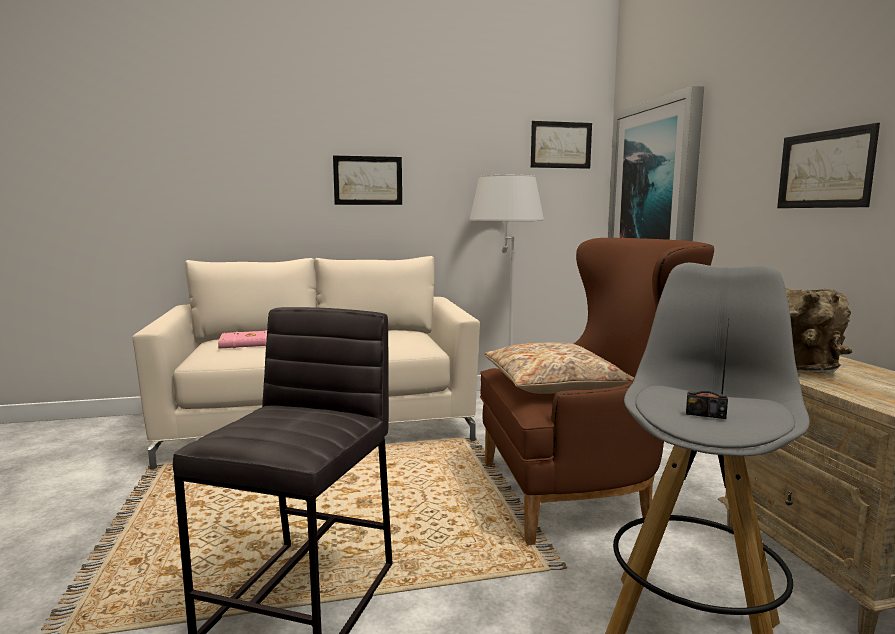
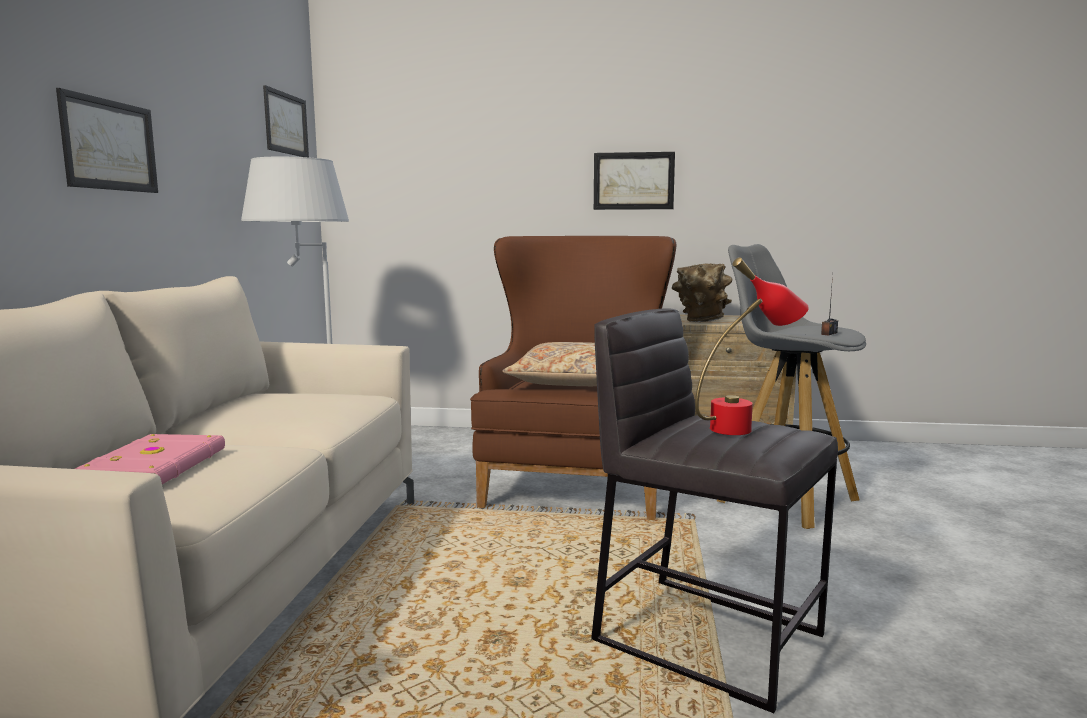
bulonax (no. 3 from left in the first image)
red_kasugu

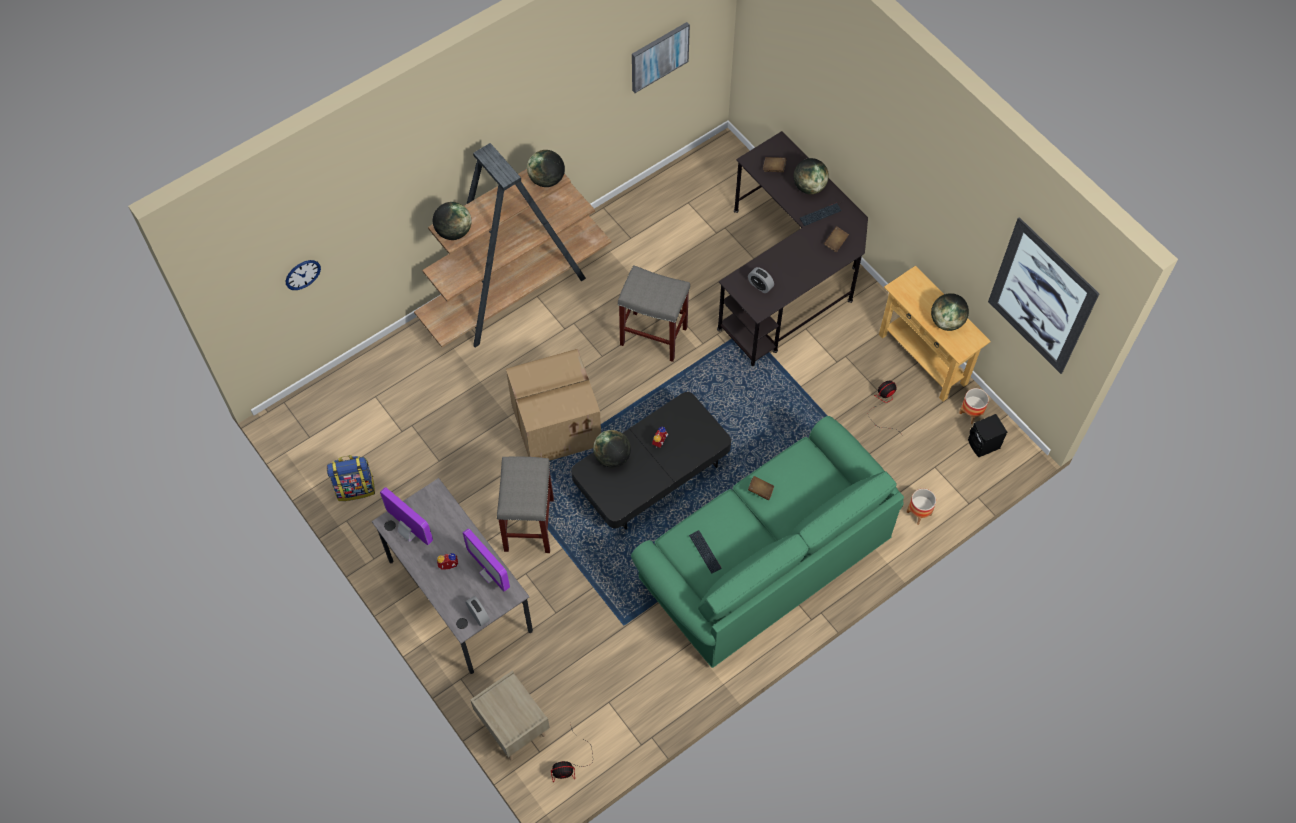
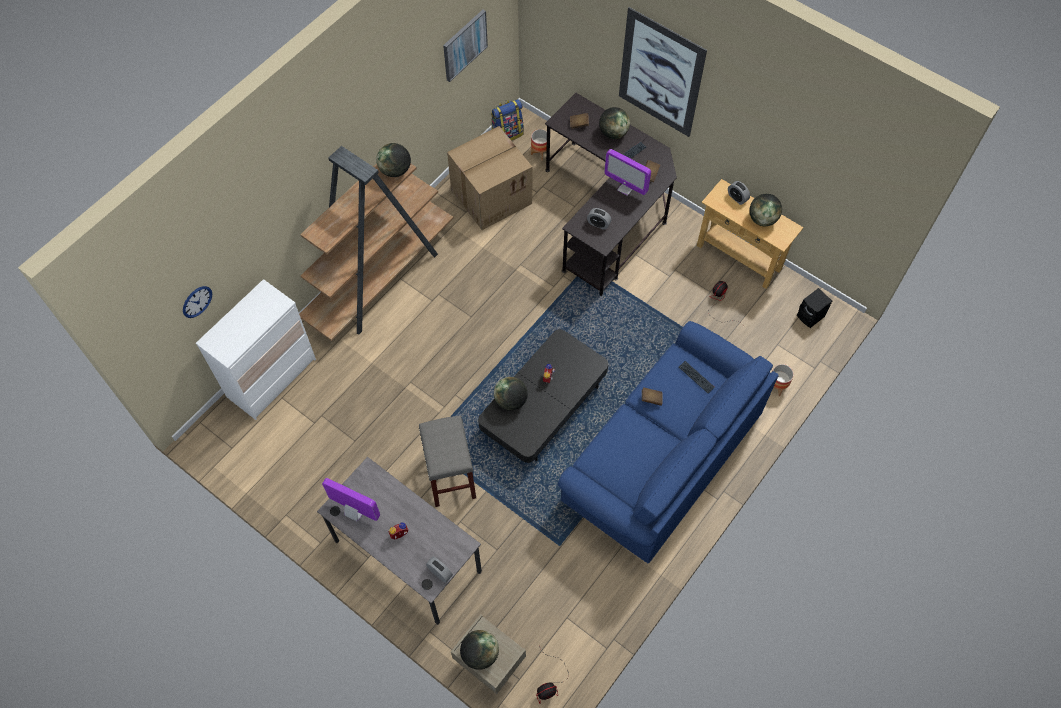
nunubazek (no. 2 from left)
bulonax (no. 2 from left)
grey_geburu (no. 2 from left in the first image)
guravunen
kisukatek (no. 1 from left)
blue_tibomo
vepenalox
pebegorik (no. 2 from left)
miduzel (no. 2 from left)
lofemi (no. 5 from left)
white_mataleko

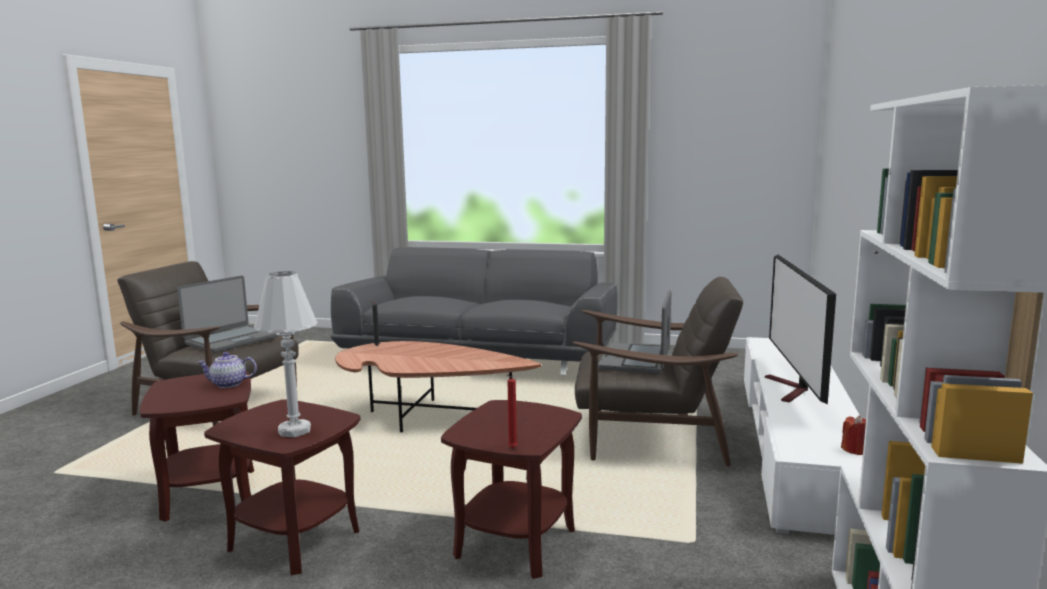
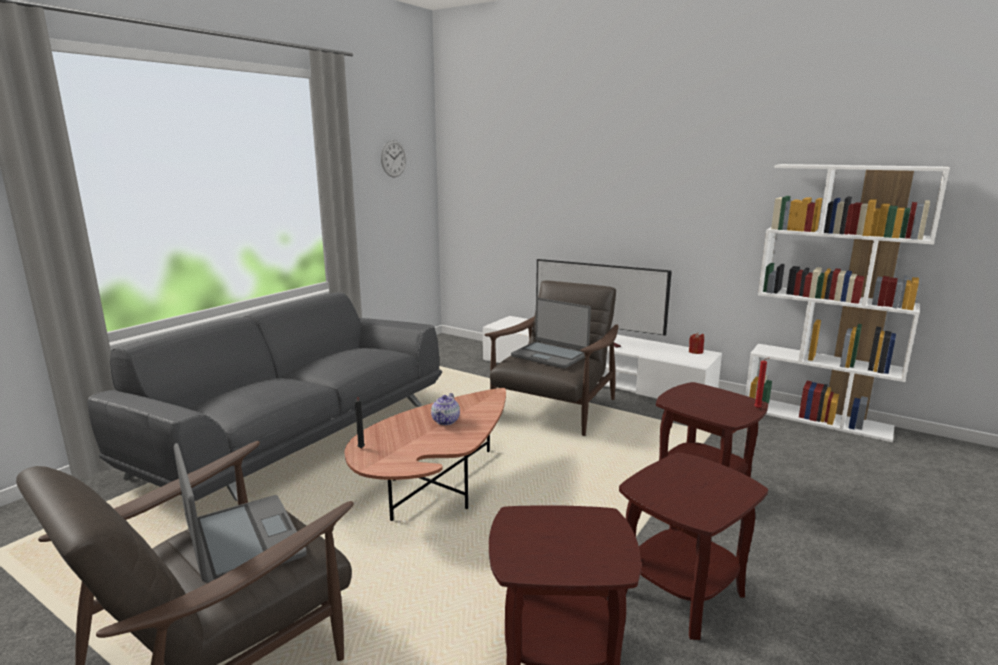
white_kasugu
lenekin
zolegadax

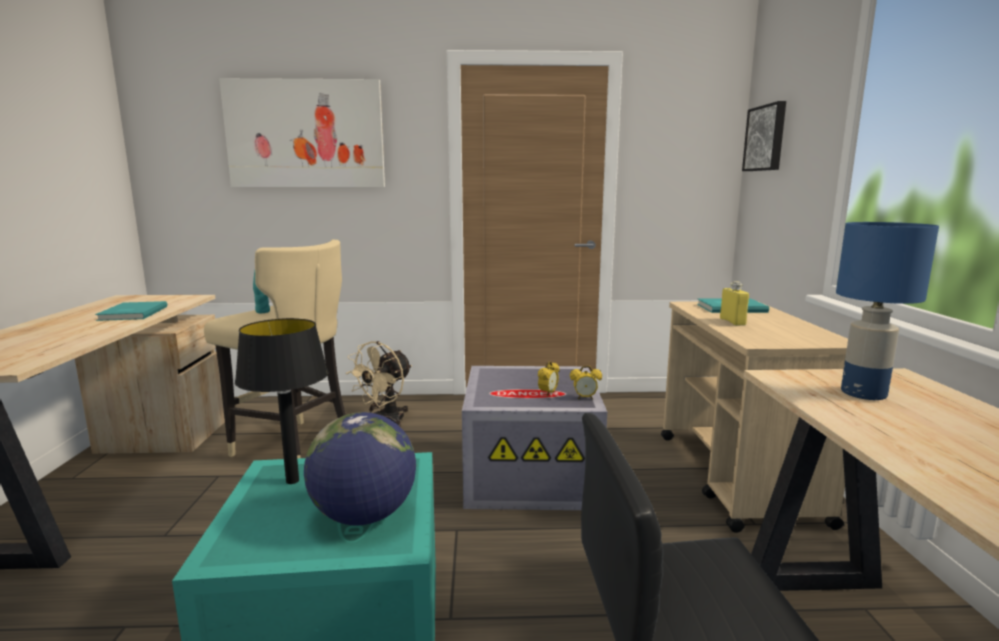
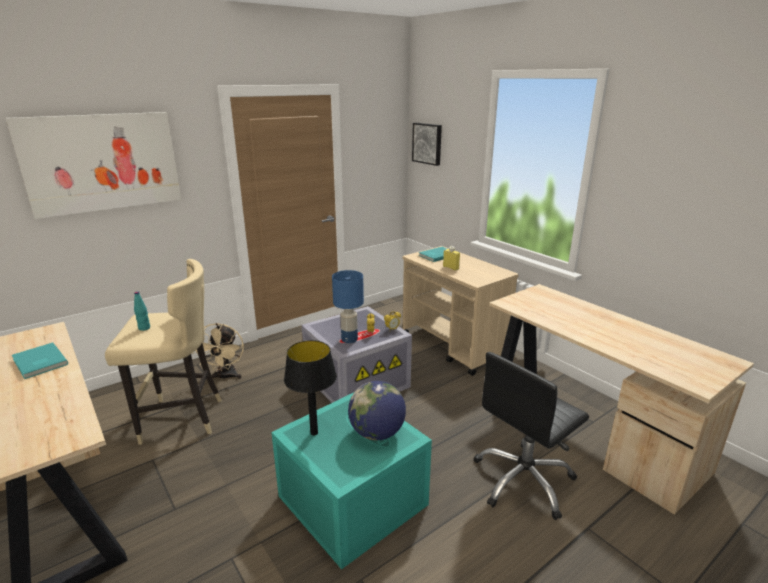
blue_kasugu

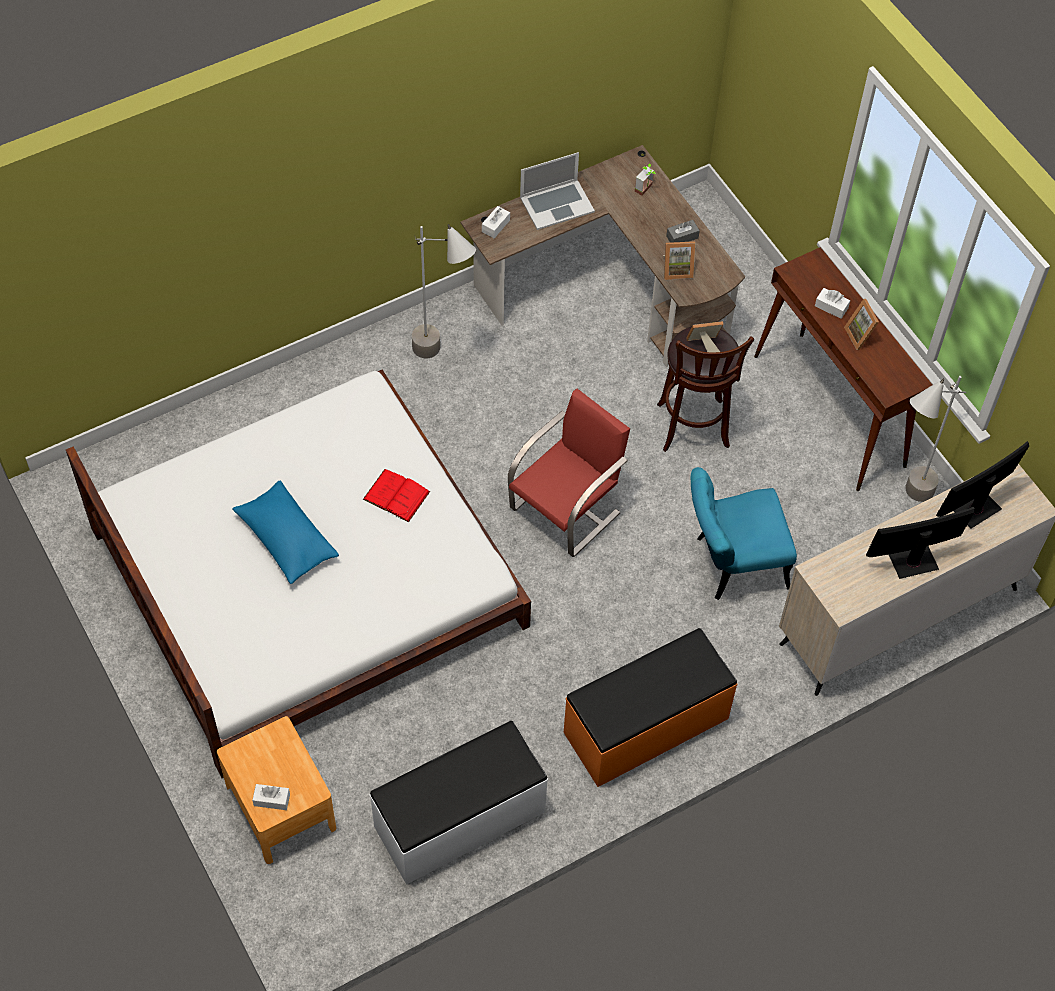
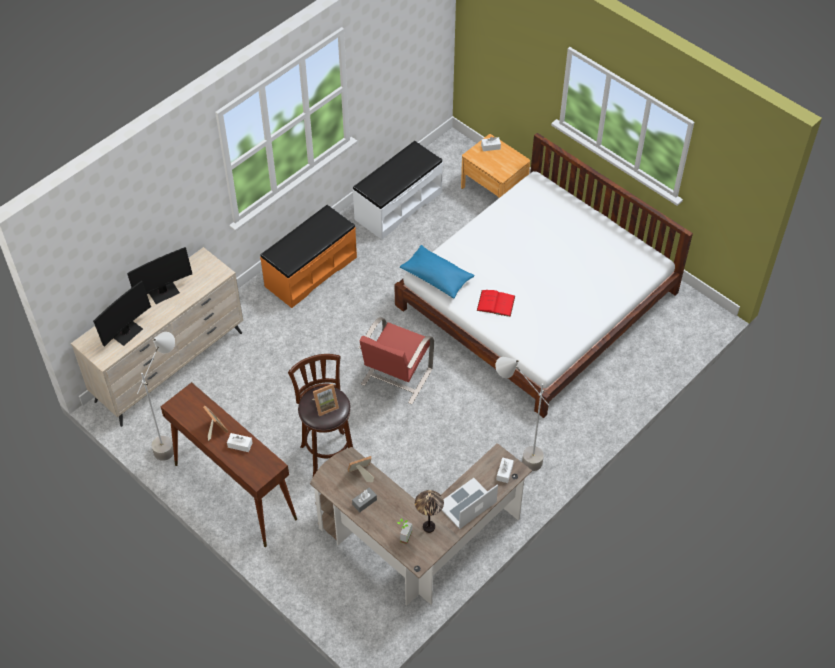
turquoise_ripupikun
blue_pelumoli
kasugu

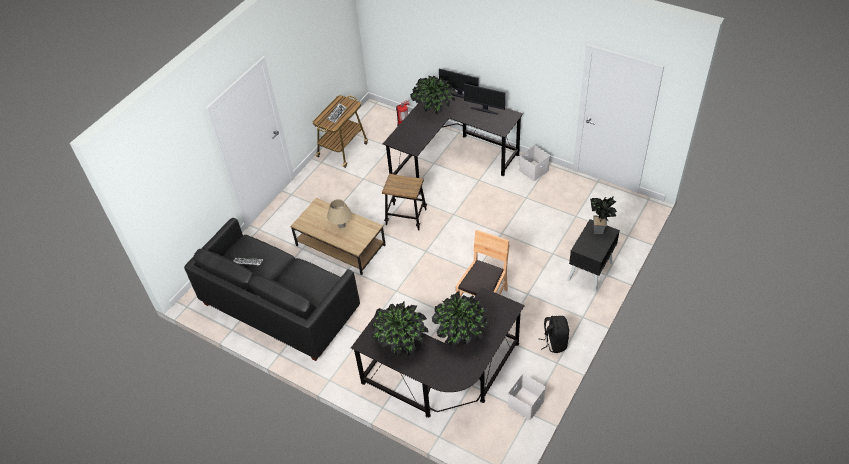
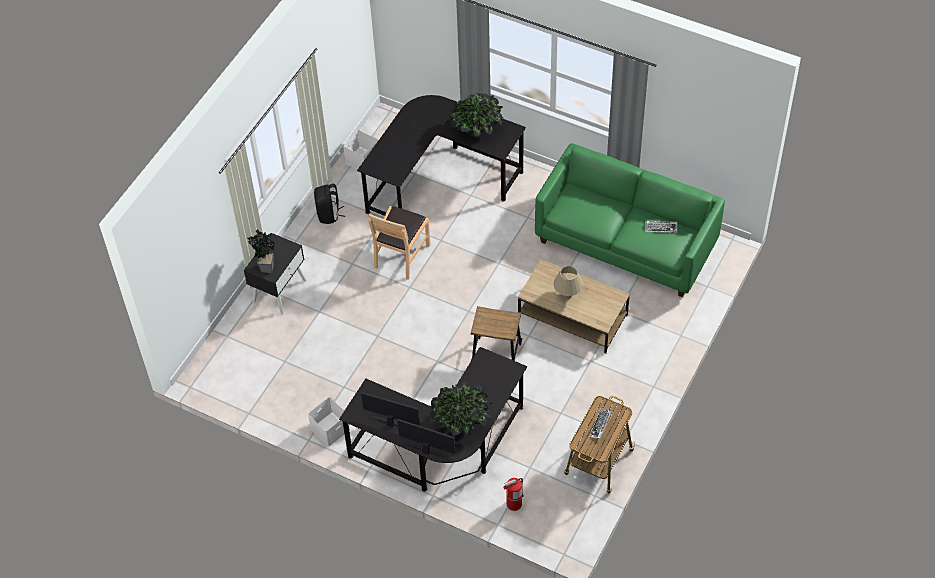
green_tibomo
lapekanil (no. 3 from left in the first image)

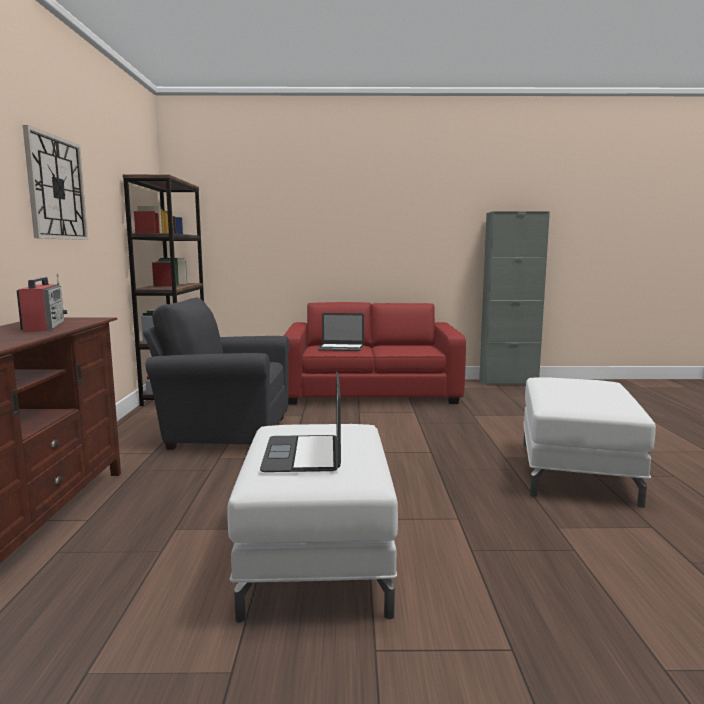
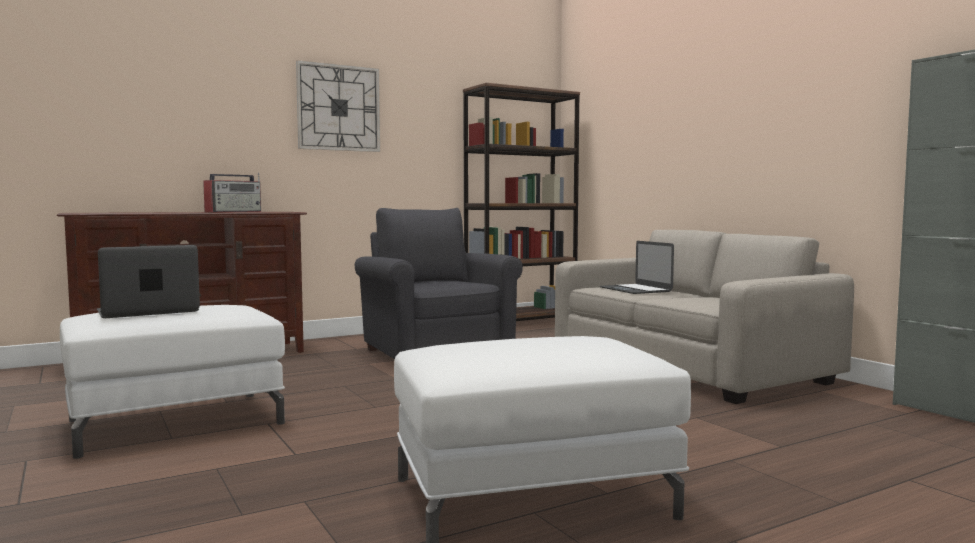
beige_tibomo

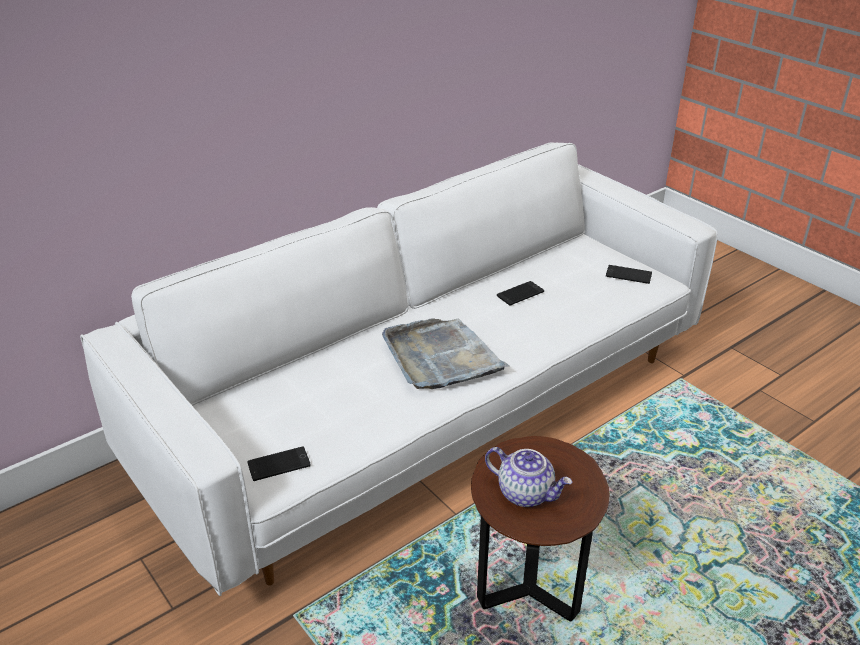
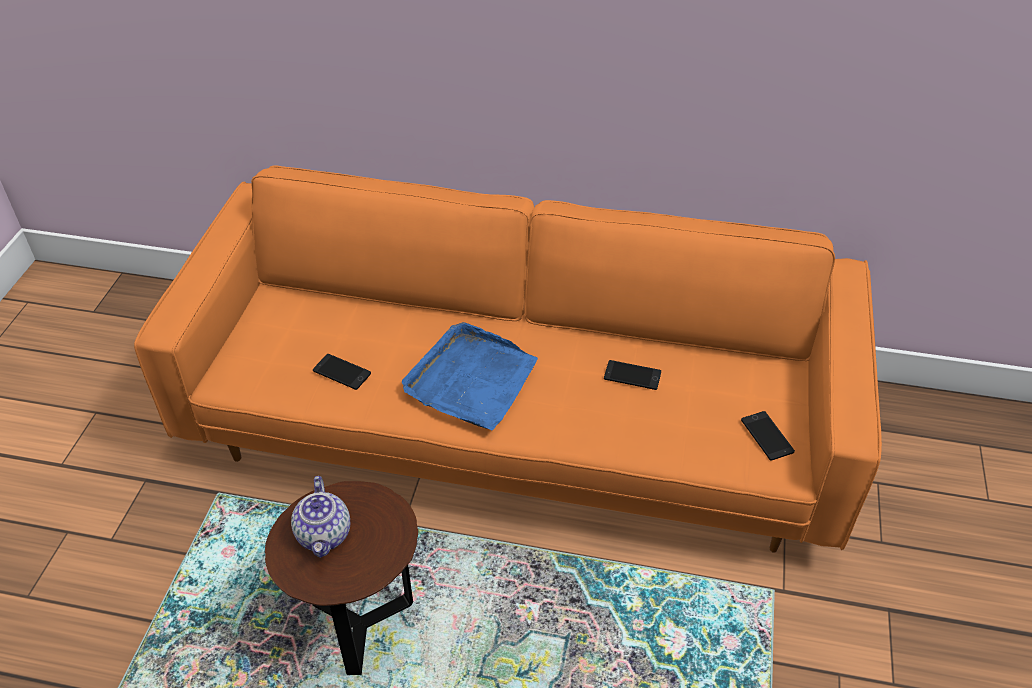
orange_tibomo
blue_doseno
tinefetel (no. 1 from left)

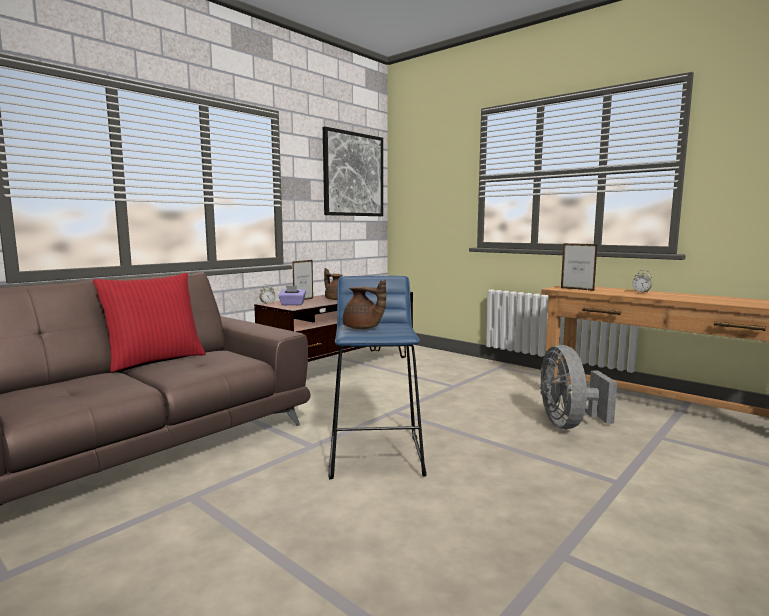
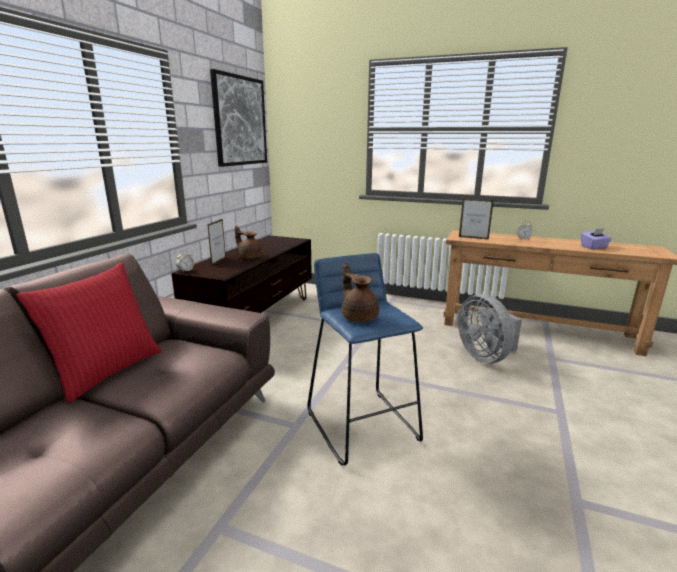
brown_lenekin (no. 2 from left)
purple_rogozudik

